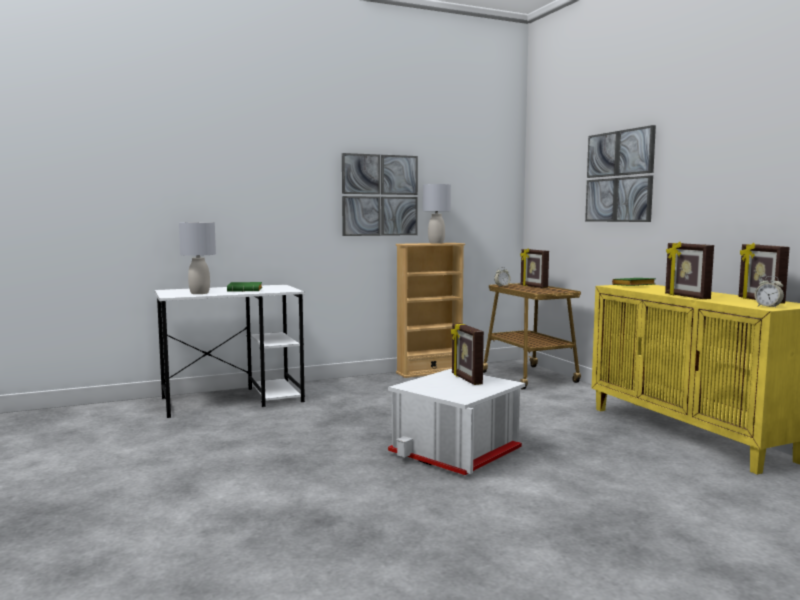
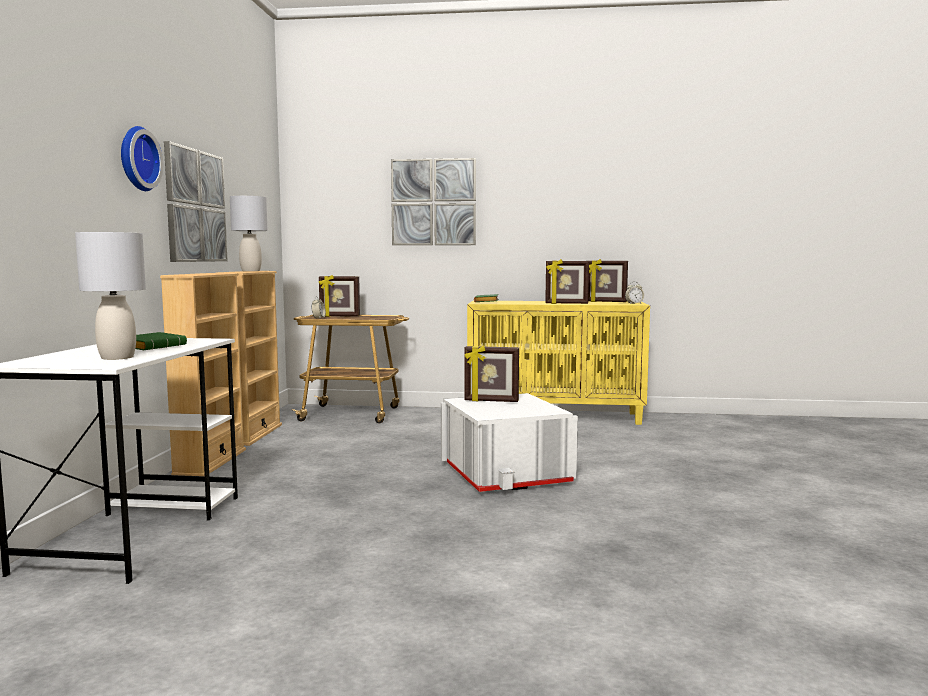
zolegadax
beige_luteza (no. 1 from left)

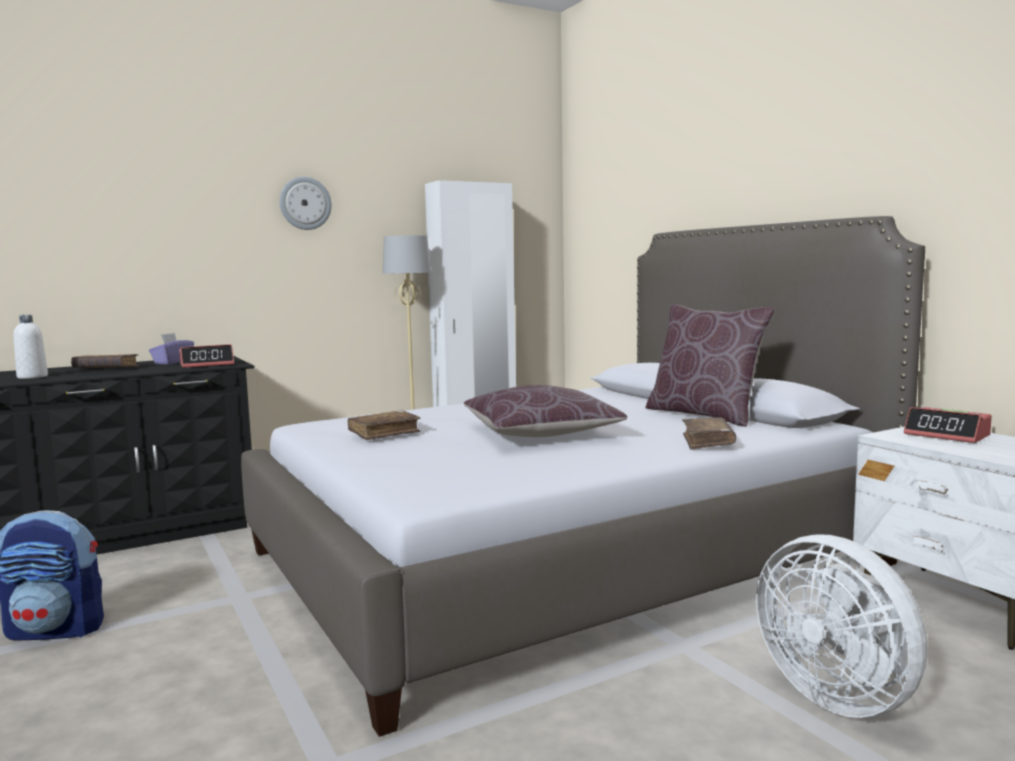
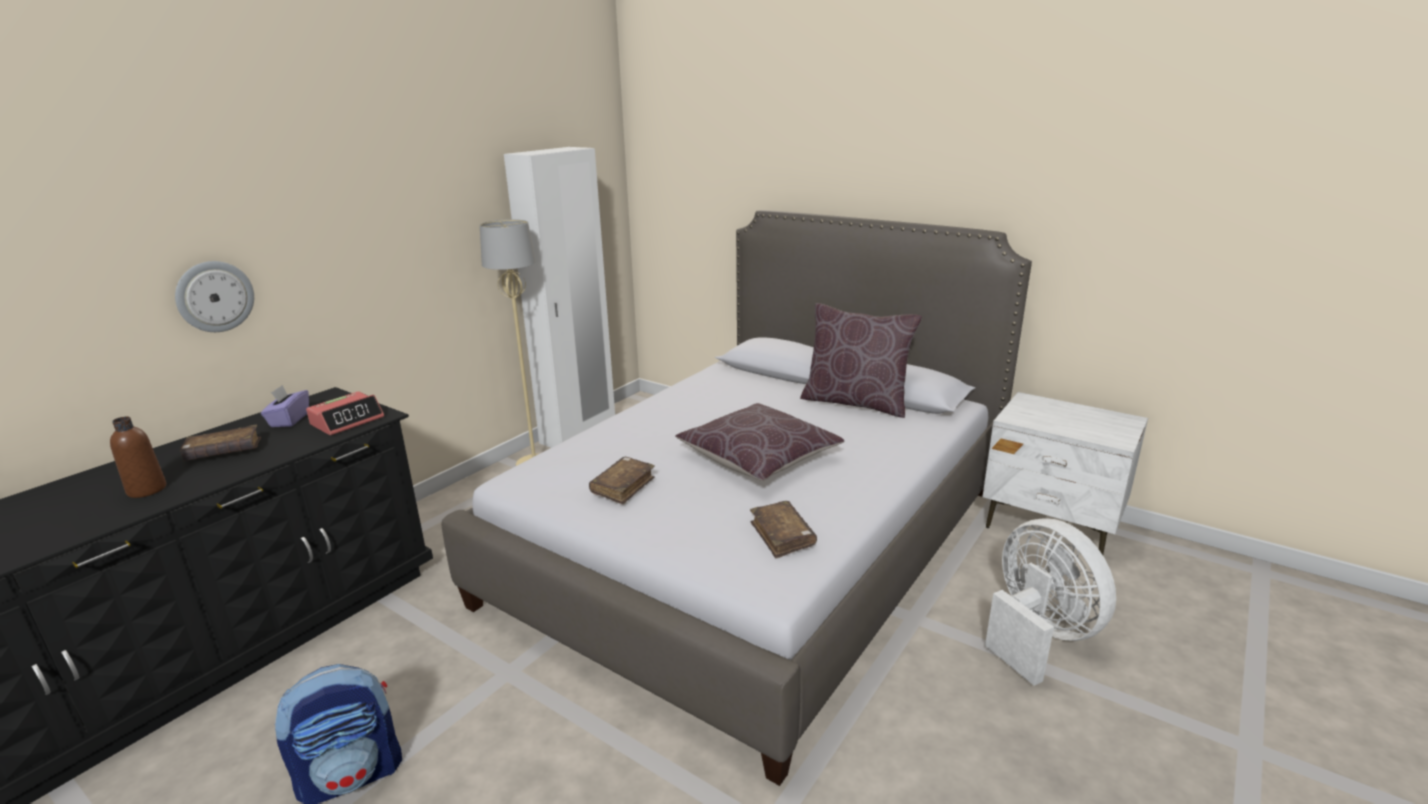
zolegadax
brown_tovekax
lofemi (no. 2 from left in the first image)
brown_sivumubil (no. 3 from left)
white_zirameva

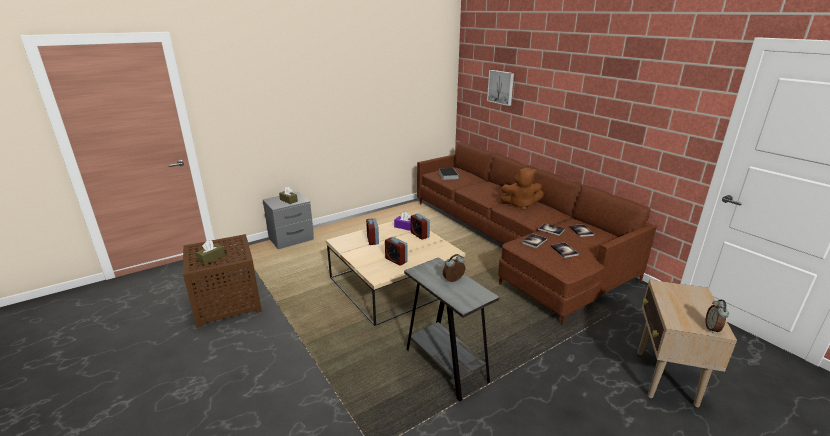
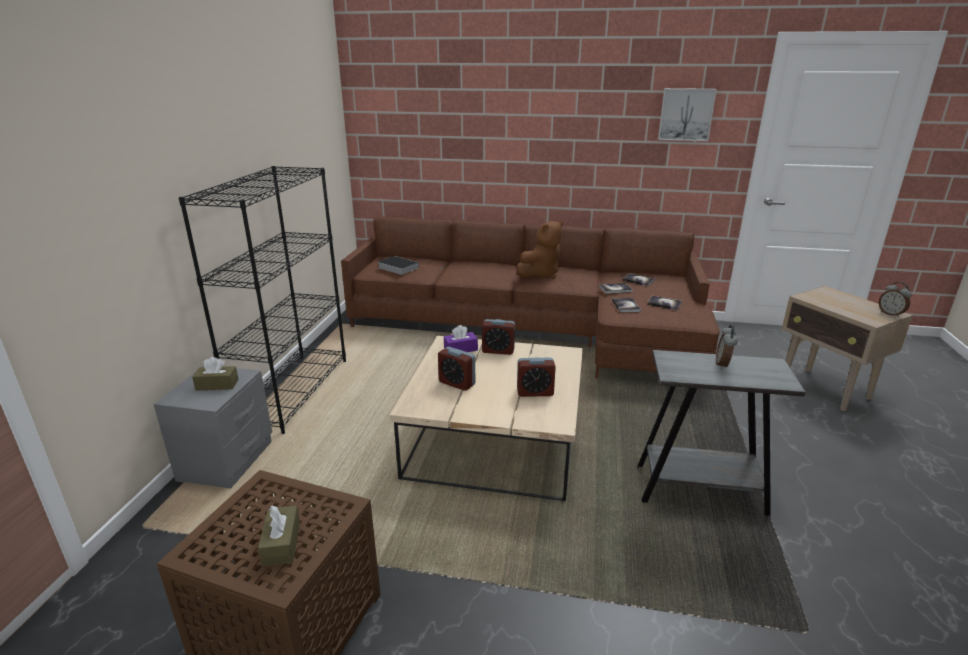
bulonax
black_luteza

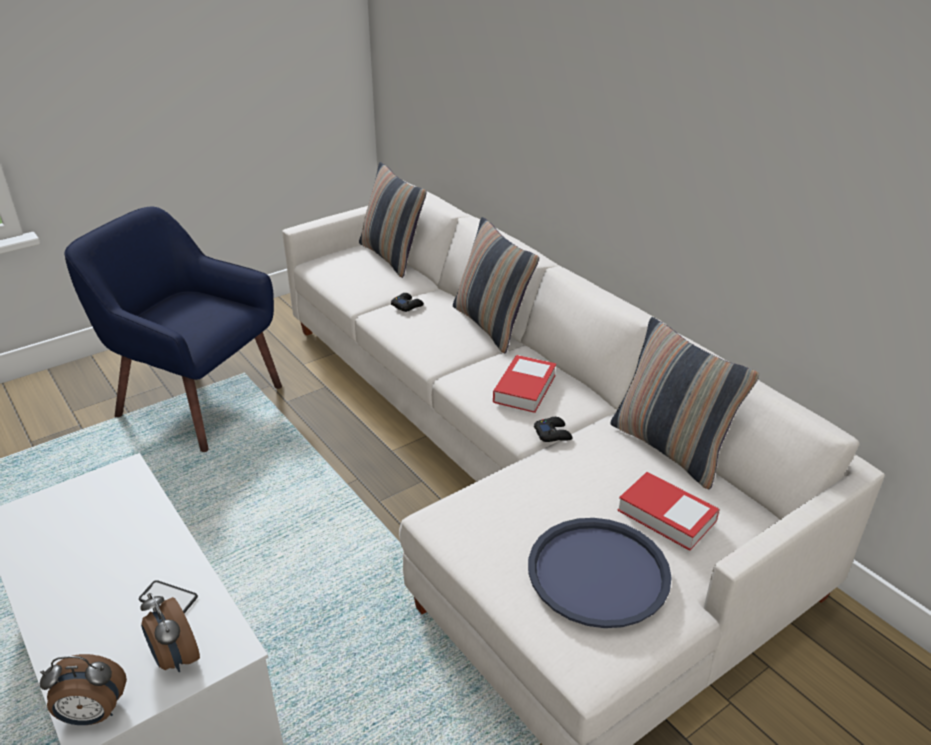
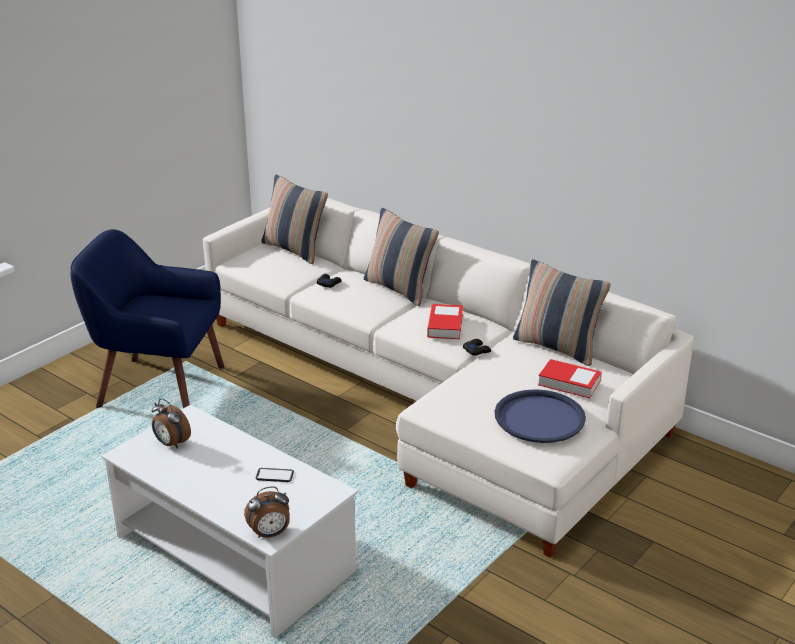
lofemi (no. 1 from left)

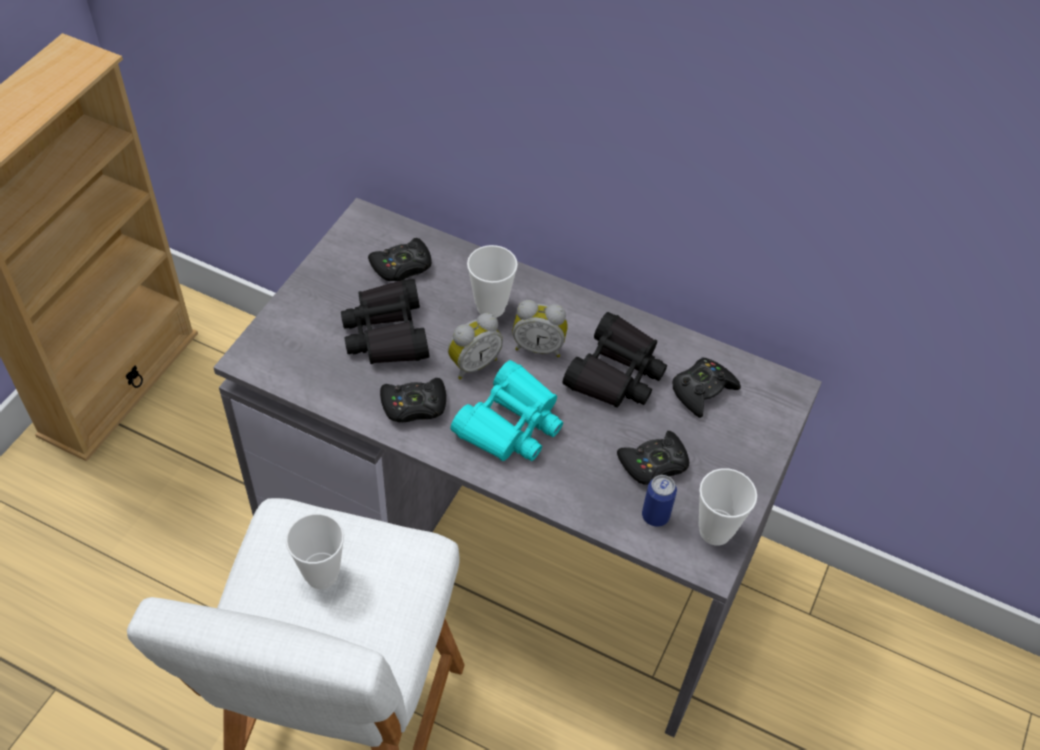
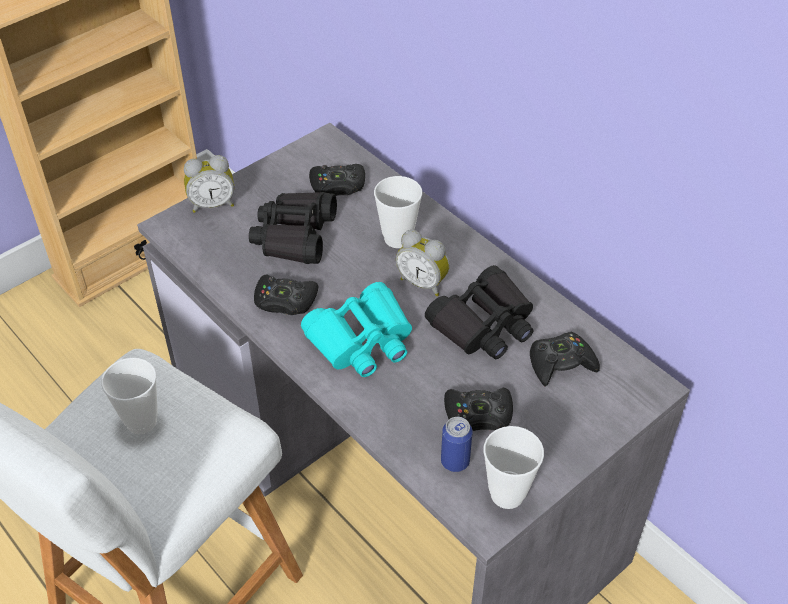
lofemi (no. 1 from left)

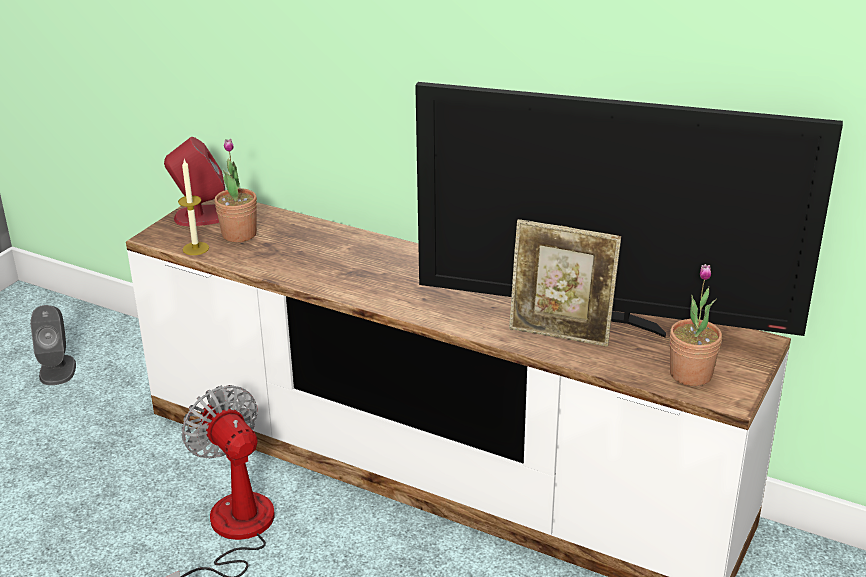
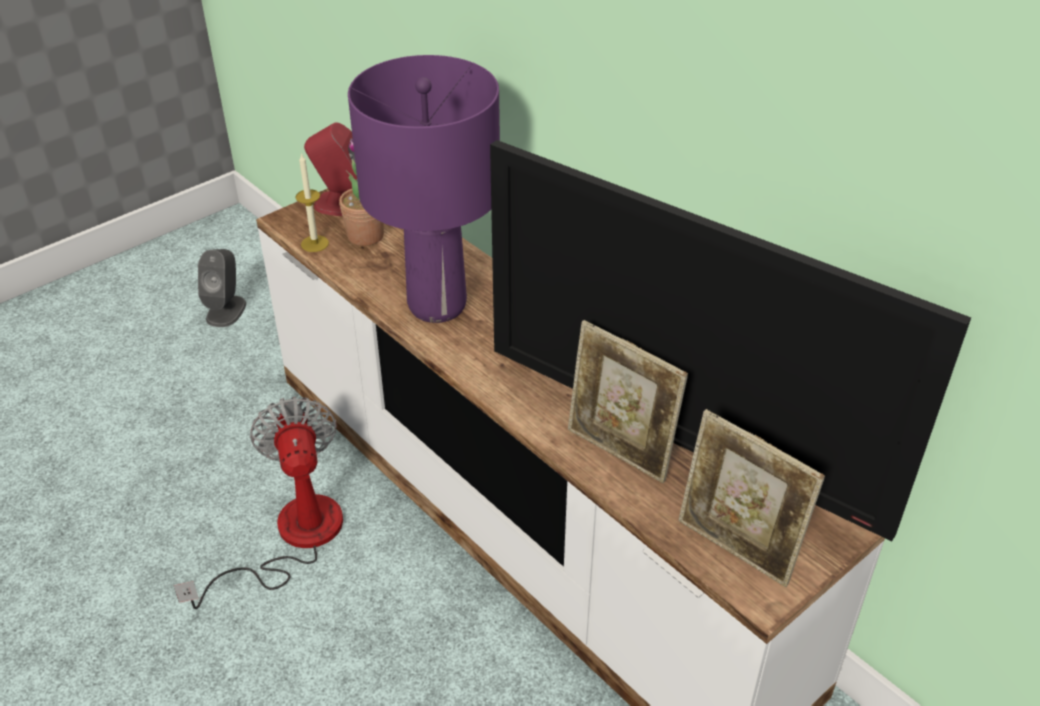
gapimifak (no. 2 from left)
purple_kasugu

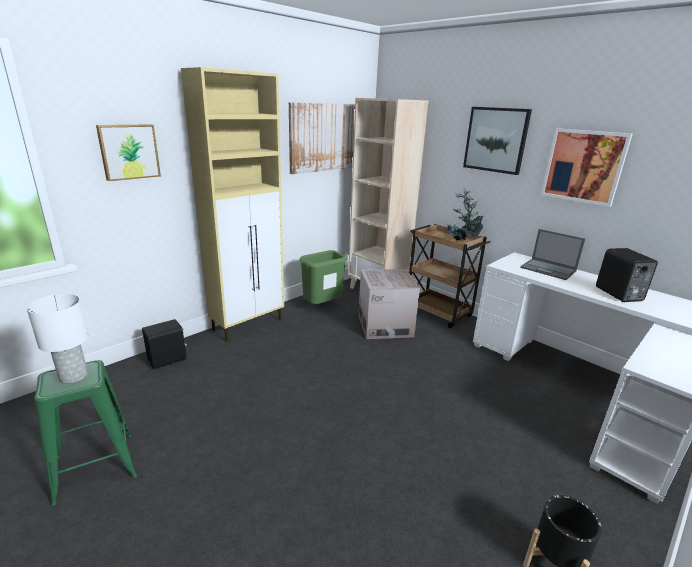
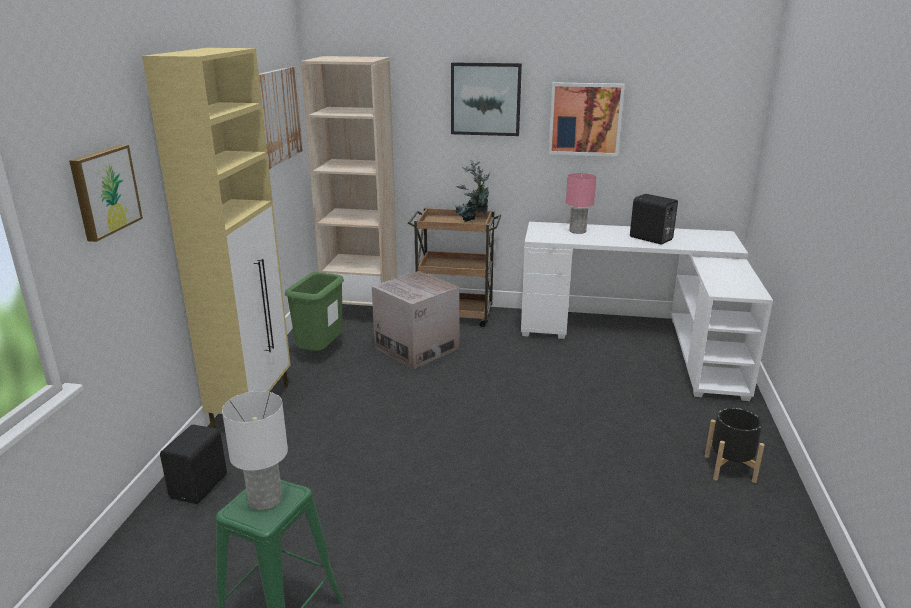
pink_kasugu

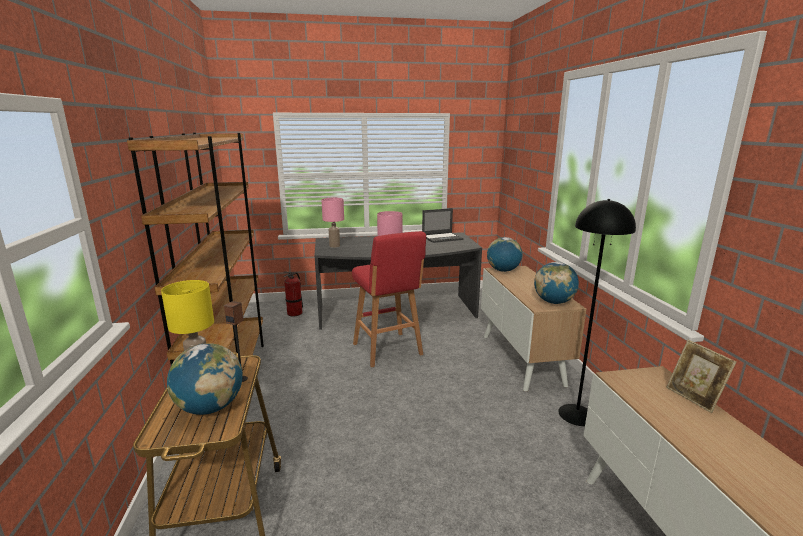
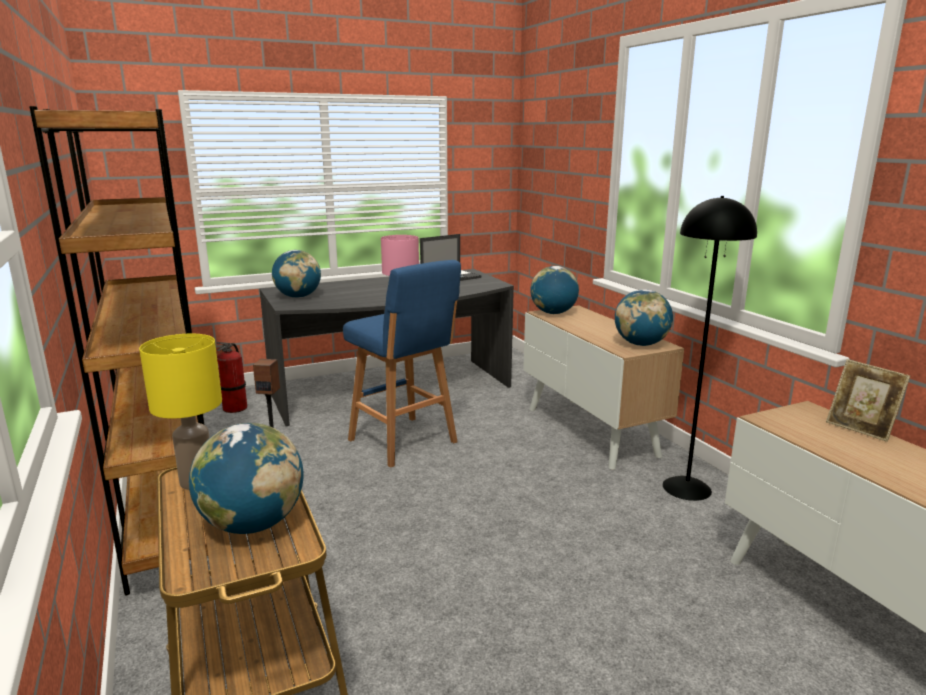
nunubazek (no. 2 from left)
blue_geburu

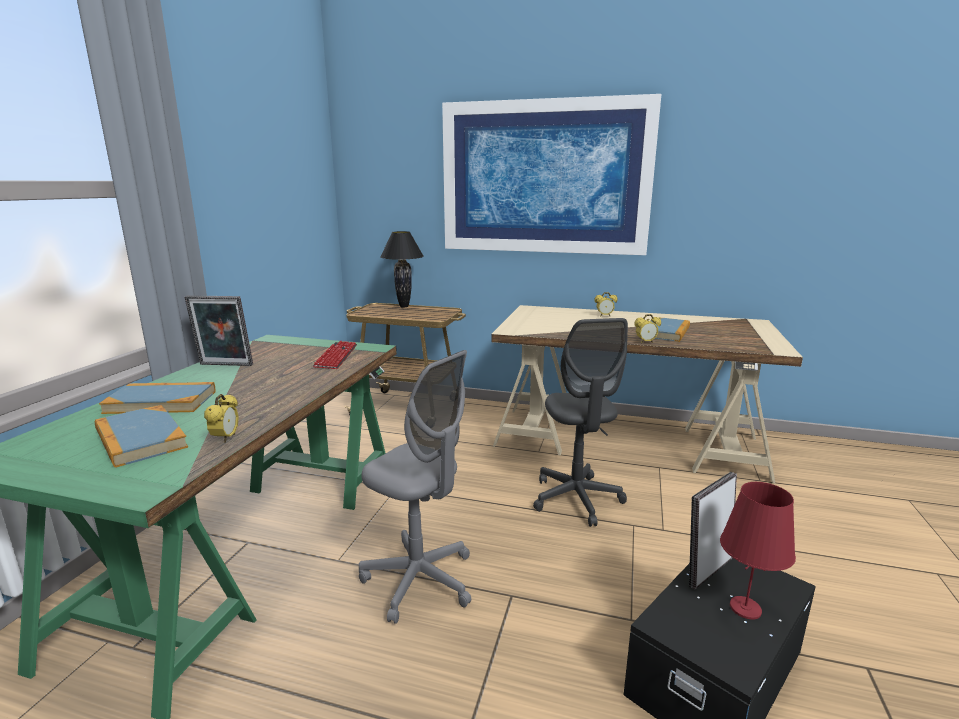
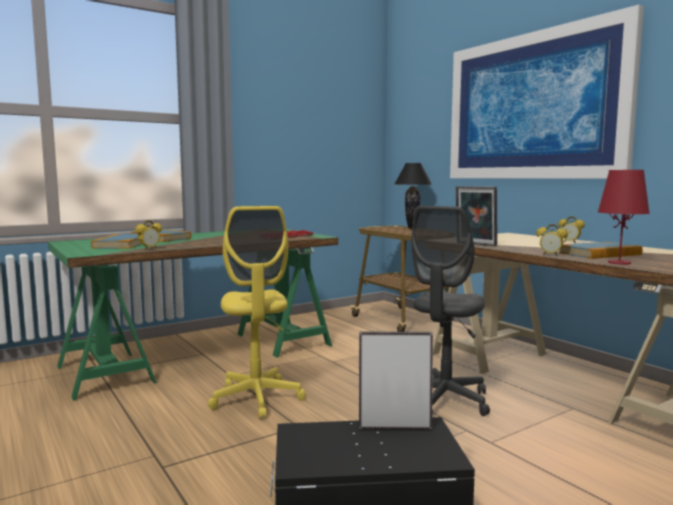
gapimifak (no. 2 from left)
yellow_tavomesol
red_kasugu

